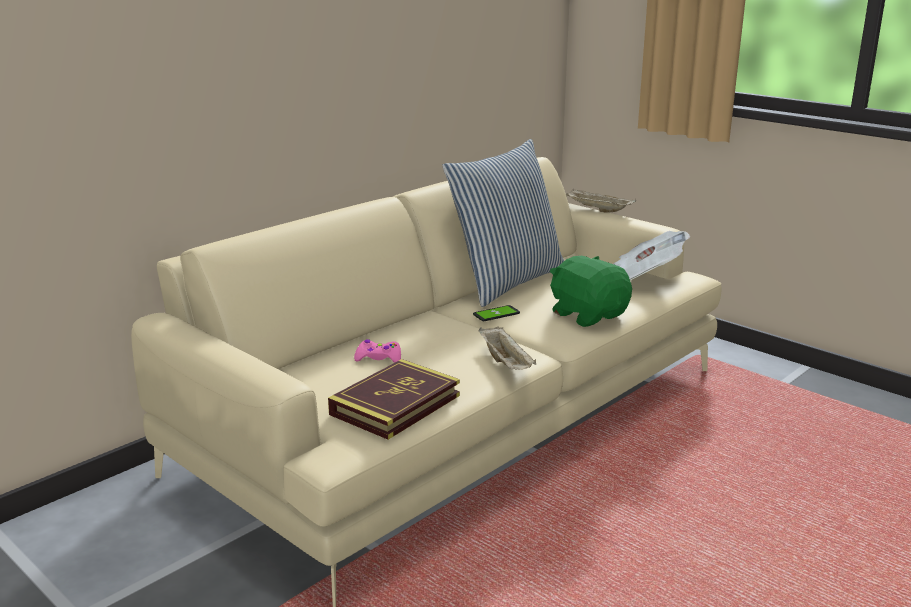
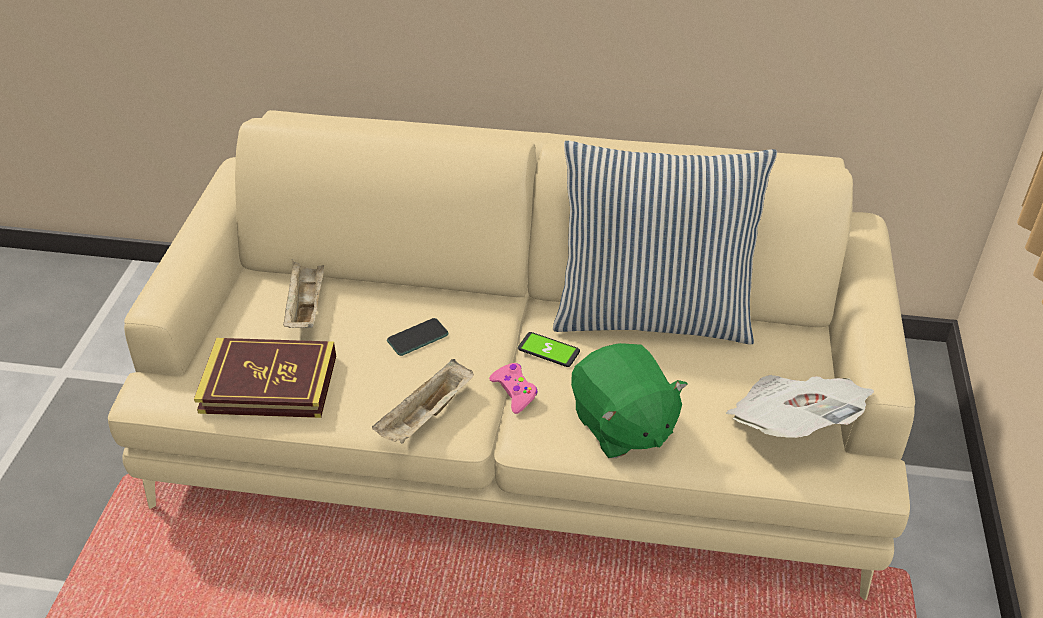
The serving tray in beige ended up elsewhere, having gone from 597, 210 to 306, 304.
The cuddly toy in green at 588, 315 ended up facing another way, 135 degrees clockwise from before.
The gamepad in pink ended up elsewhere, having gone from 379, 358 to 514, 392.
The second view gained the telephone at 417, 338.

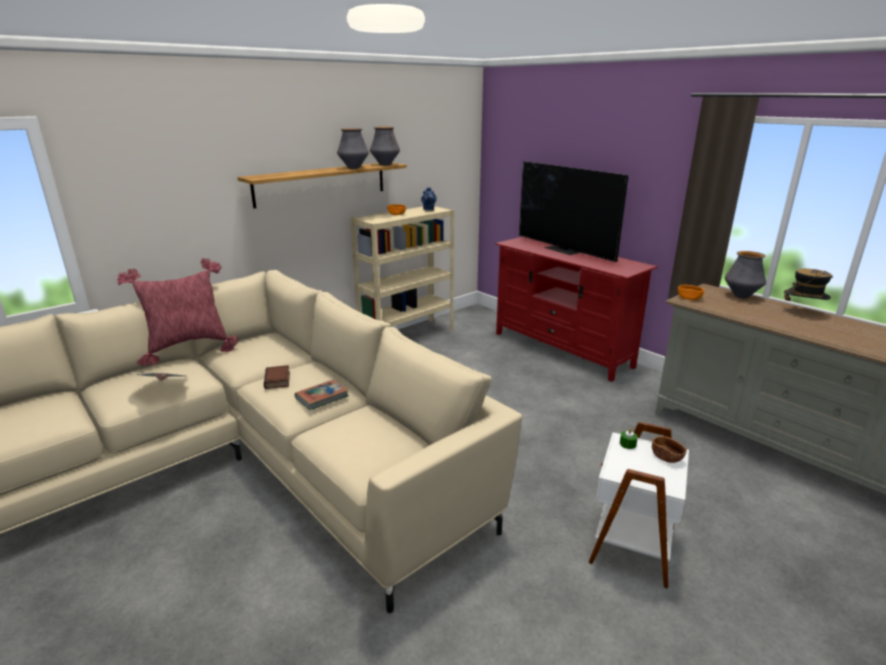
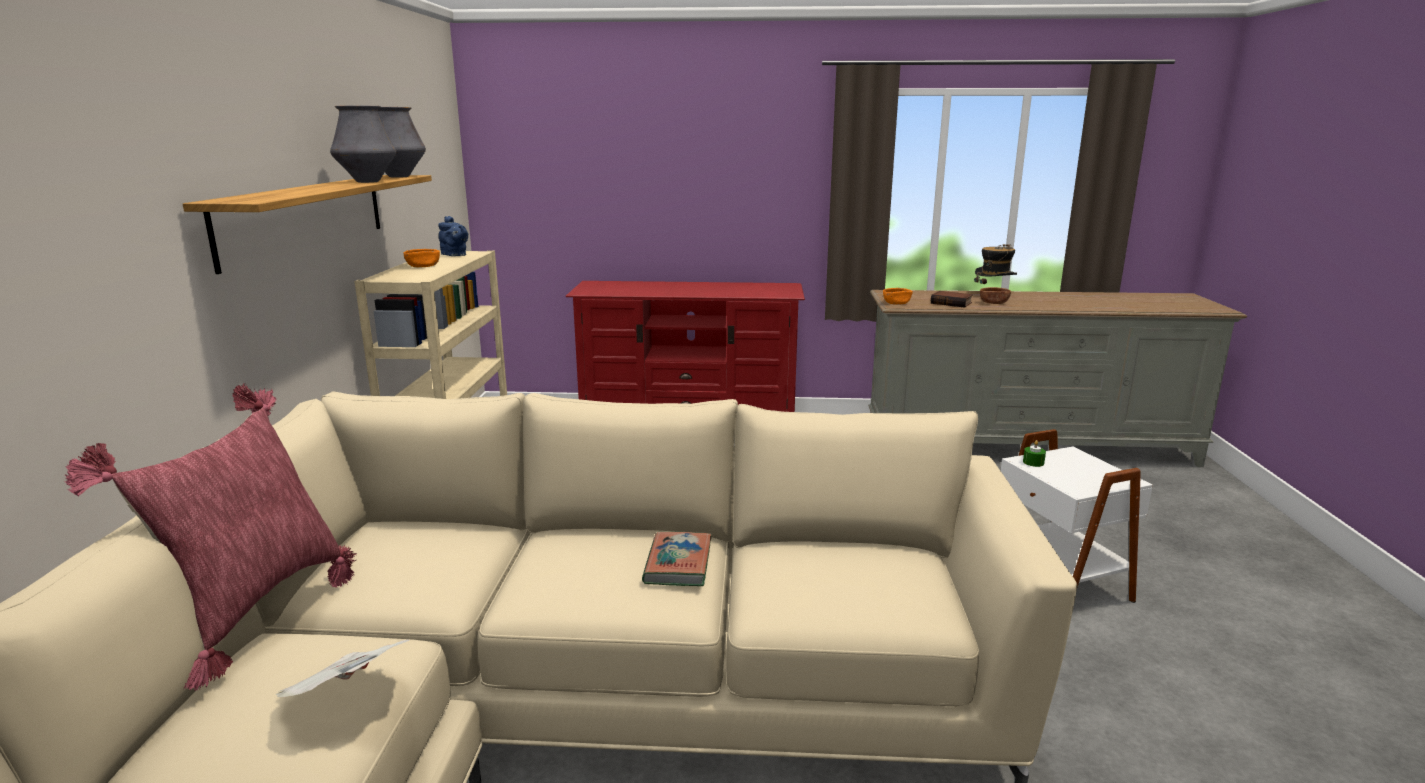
The second view lost the TV set at 563, 249.
The second view lost the decorative vase at 741, 296.
The book ended up elsewhere, having gone from 278, 380 to 952, 303.
The bowl in brown-coloured ended up elsewhere, having gone from 666, 457 to 994, 303.

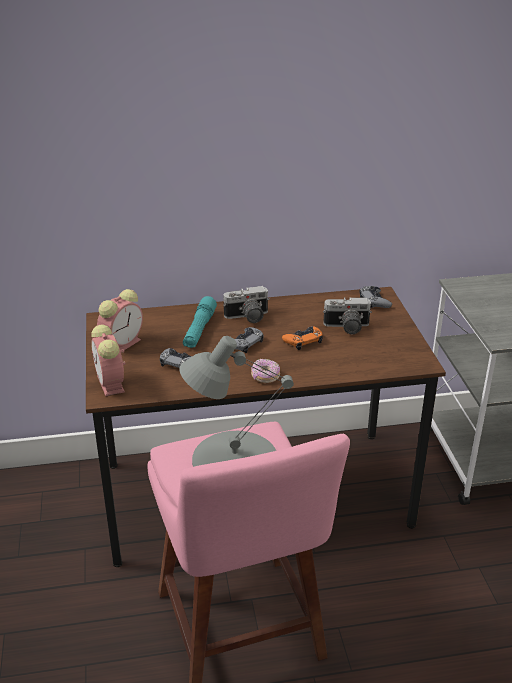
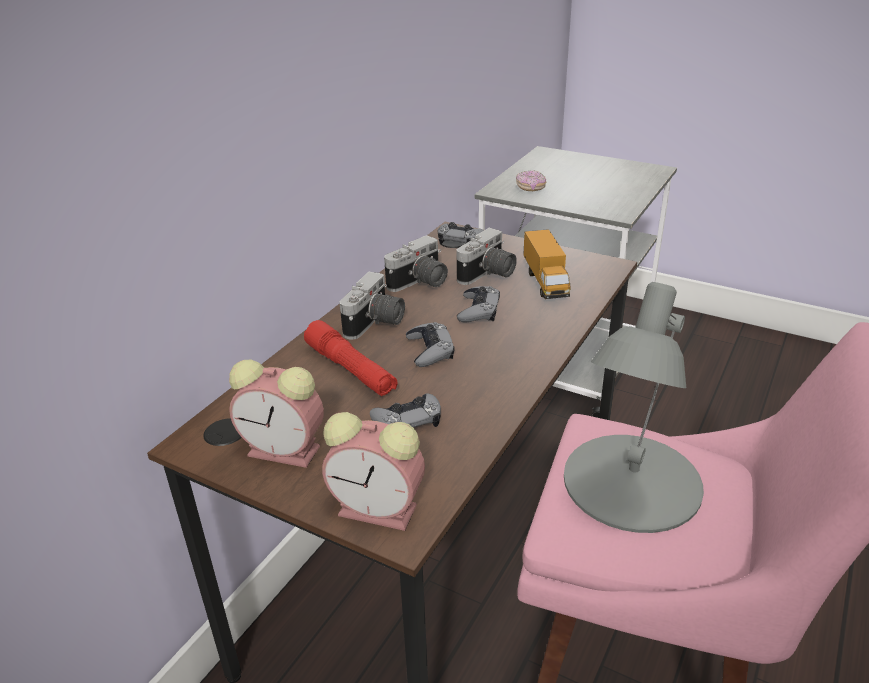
The alarm clock at 123, 343 ended up facing another way, 120 degrees clockwise from before.
What was the torch in turquoise at 199, 330 turned into the torch in red-coloured at 351, 370.
What was the gamepad in orange at 303, 341 turned into the gamepad in greyish at 478, 310.
The donut ended up elsewhere, having gone from 265, 376 to 530, 188.
The second view gained the toy lorry at 545, 282.
The second view gained the still camera at 420, 283.

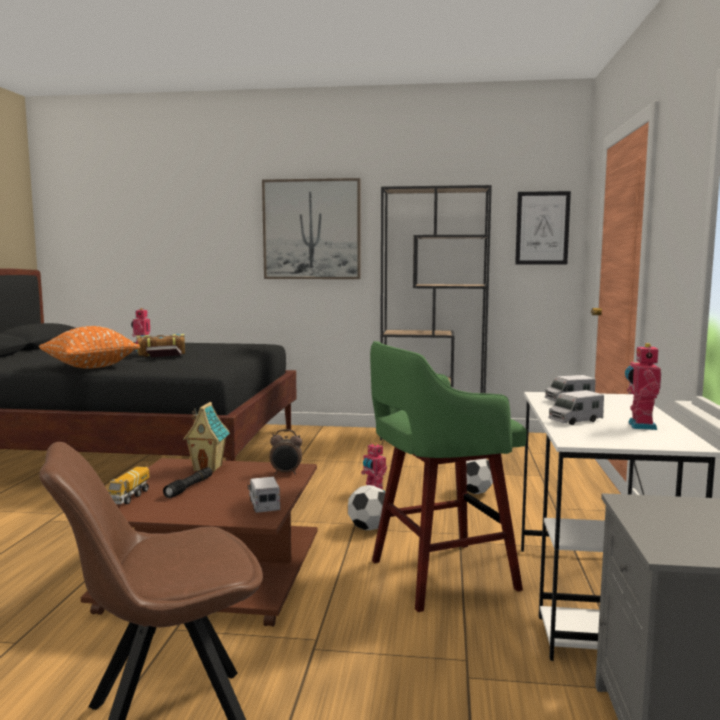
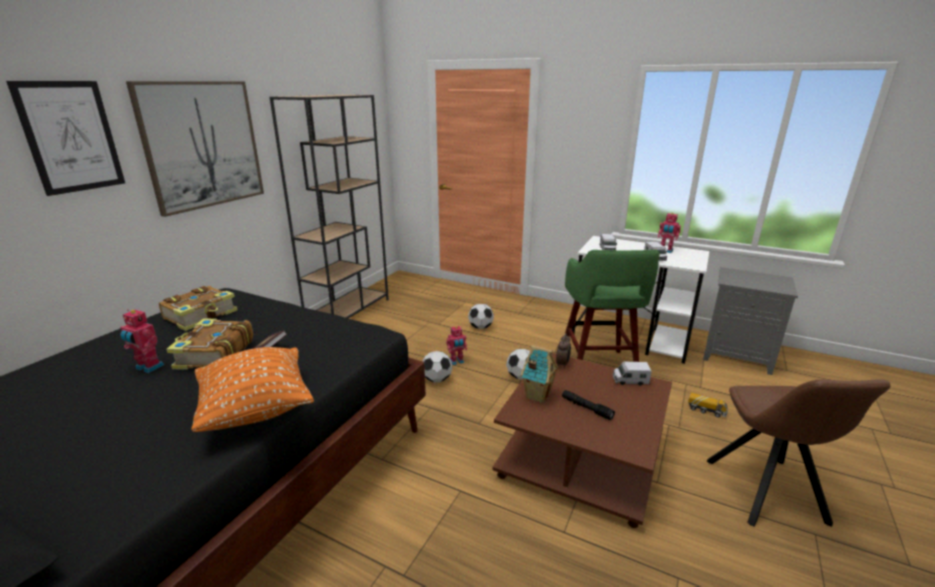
The wall picture ended up elsewhere, having gone from 542, 228 to 71, 137.
The toy lorry ended up elsewhere, having gone from 129, 497 to 706, 411.
The second view gained the book at 201, 315.
The second view gained the football at 437, 379.

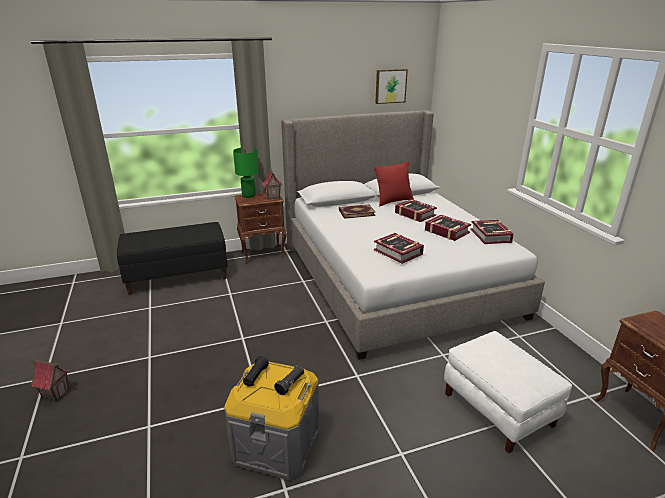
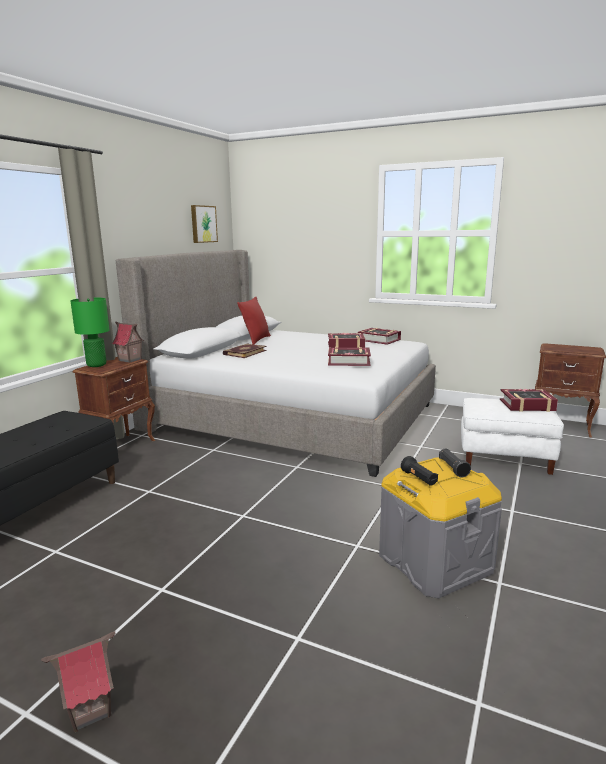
The book ended up elsewhere, having gone from 415, 214 to 527, 405.

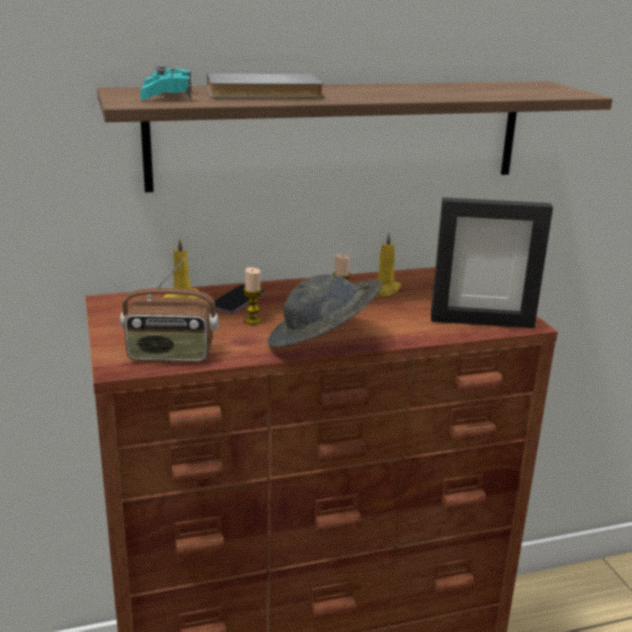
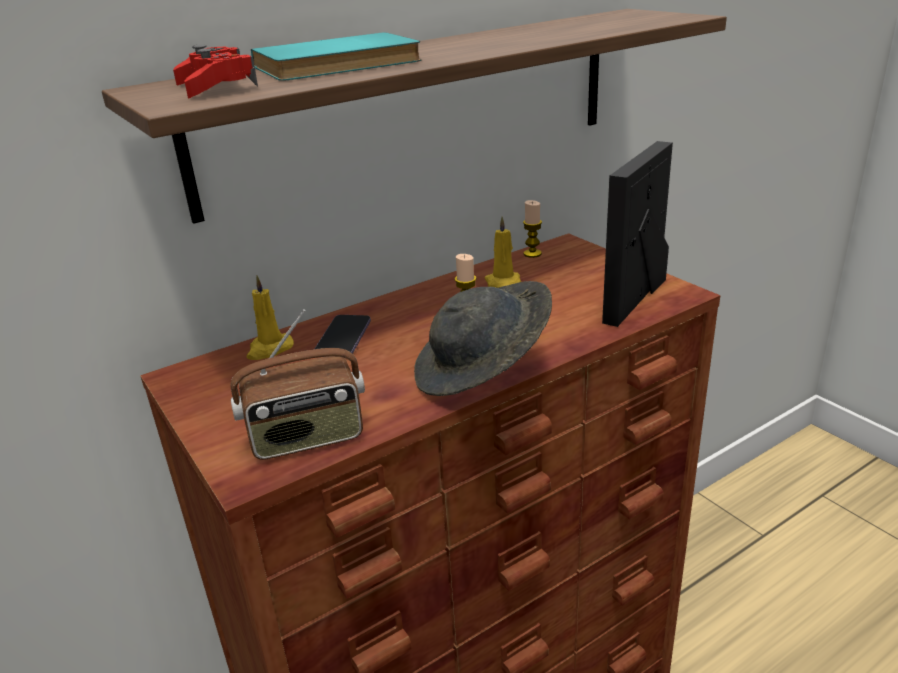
What was the gamepad in turquoise at 167, 95 turned into the gamepad in red-coloured at 216, 86.
What was the book in greyish at 264, 93 turned into the book in turquoise at 339, 64.
The picture frame at 481, 321 ended up facing another way, 135 degrees clockwise from before.
The candle ended up elsewhere, having gone from 252, 320 to 532, 254.

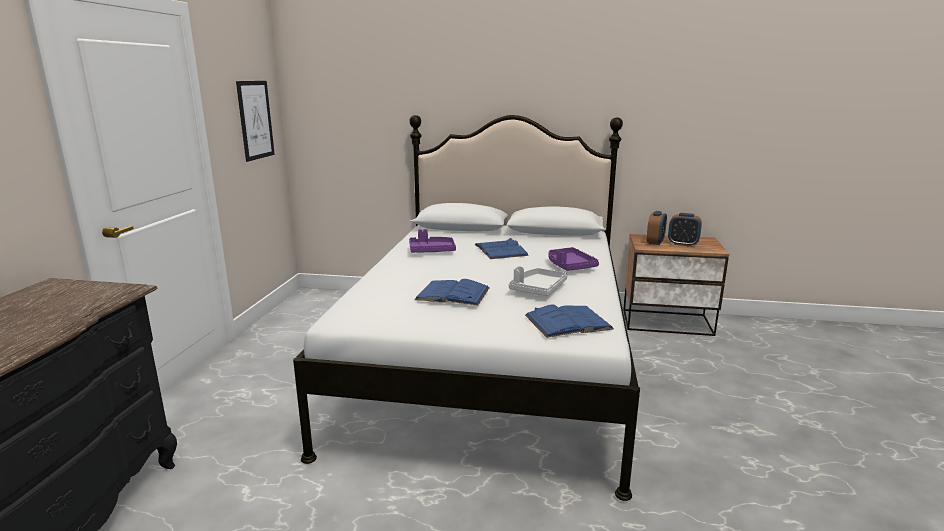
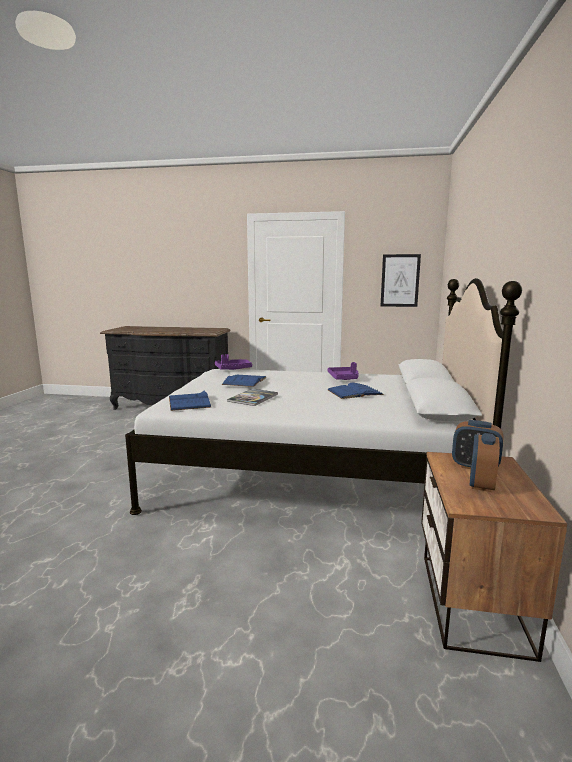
The serving tray in purplish ended up elsewhere, having gone from 569, 266 to 233, 369.
Where the serving tray in greyish stood at 538, 289, the book came to stand at 253, 398.

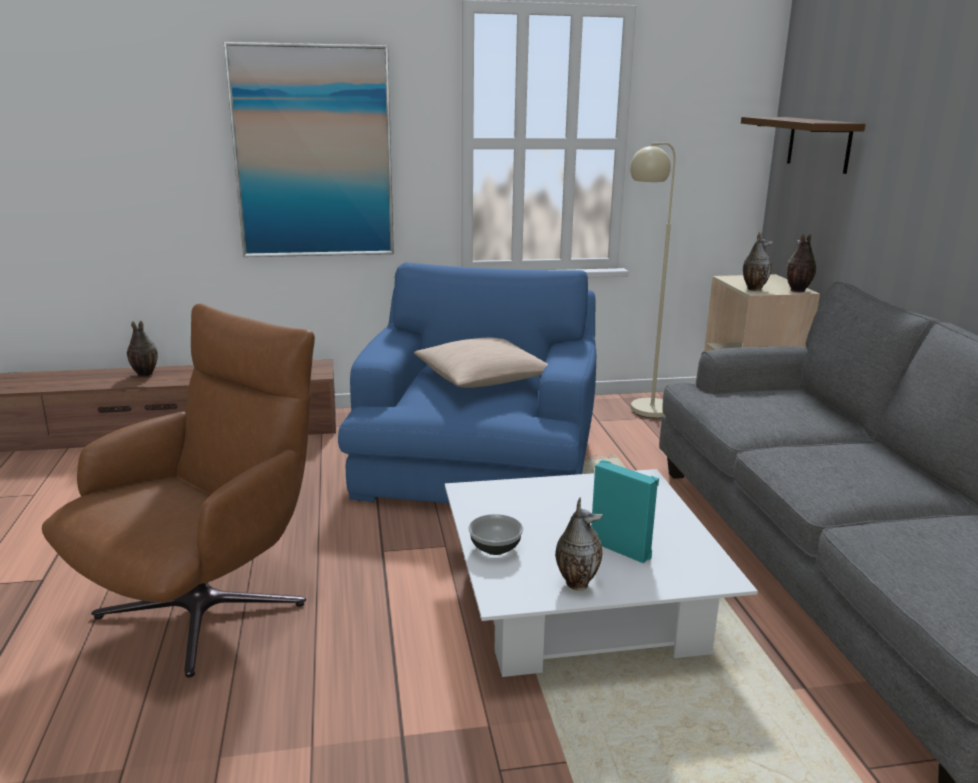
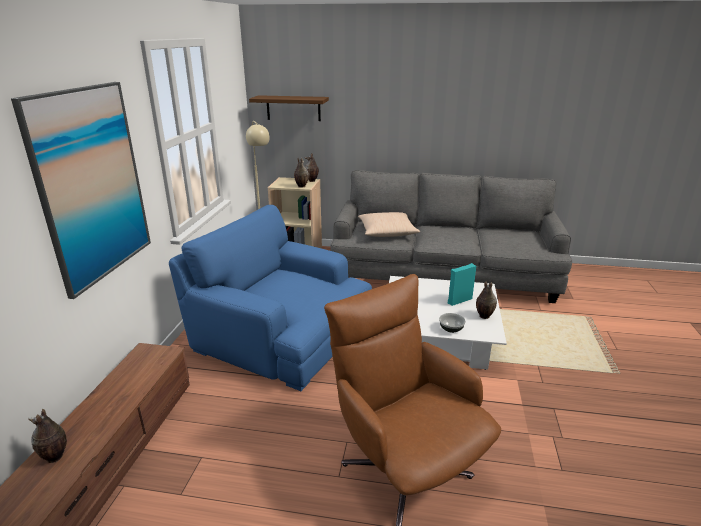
The pillow in beige ended up elsewhere, having gone from 482, 379 to 387, 232.

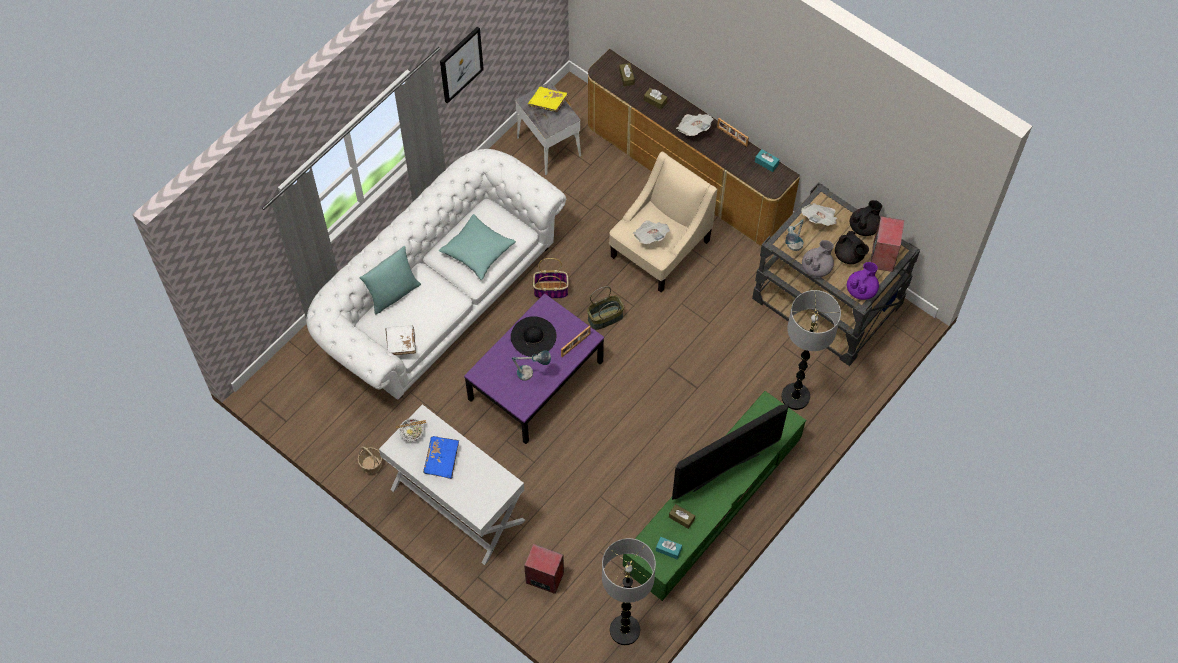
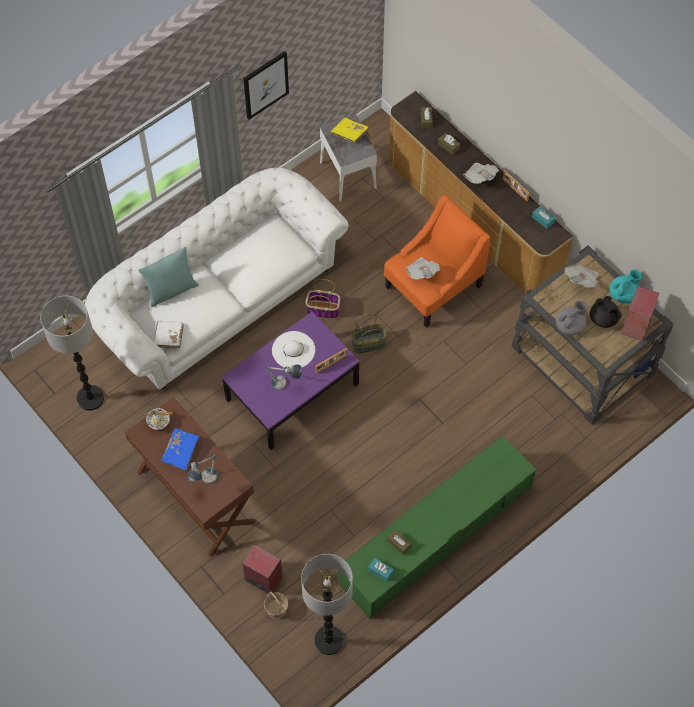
What was the lounge chair in beige at 660, 250 turned into the lounge chair in orange at 433, 287.
What was the teapot in blackish at 864, 227 turned into the teapot in turquoise at 623, 294.
The second view lost the pillow in turquoise at 477, 251.
The table lamp ended up elsewhere, having gone from 792, 250 to 205, 482.
The second view lost the teapot in purplish at 861, 289.
The floor lamp ended up elsewhere, having gone from 795, 396 to 90, 398.
What was the wearable hat in blackish at 533, 336 turned into the wearable hat in white at 293, 350.
What was the narrow table in white at 457, 505 turned into the narrow table in brown-coloured at 195, 496.
The second view lost the TV set at 725, 471.
The storage basket ended up elsewhere, having gone from 371, 464 to 276, 609.

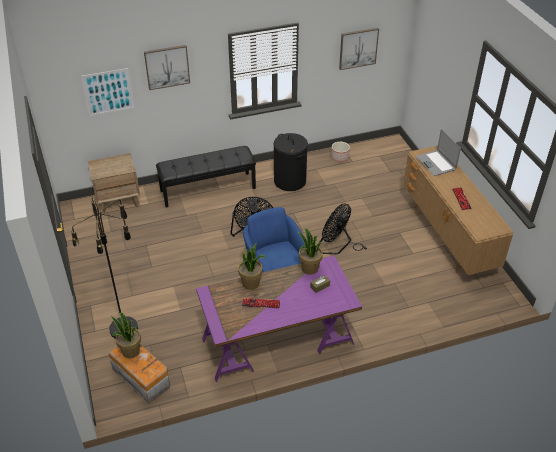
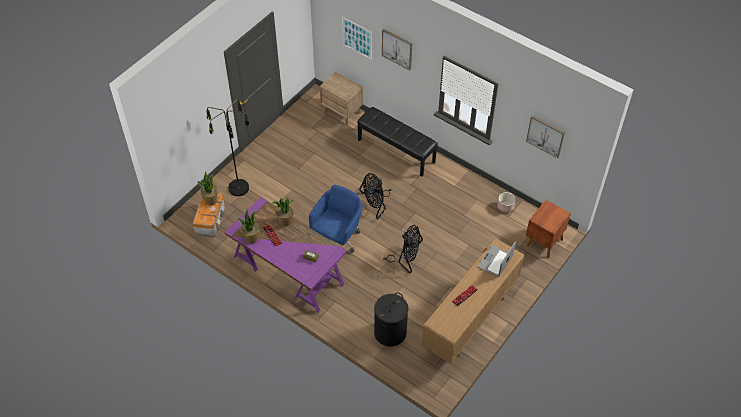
The hamper in blackish ended up elsewhere, having gone from 290, 181 to 390, 332.
The cooling fan in blackish at 340, 244 ended up facing another way, 105 degrees clockwise from before.
The houseplant ended up elsewhere, having gone from 309, 268 to 251, 238.
The second view gained the nightstand in brown-coloured at 543, 242.

